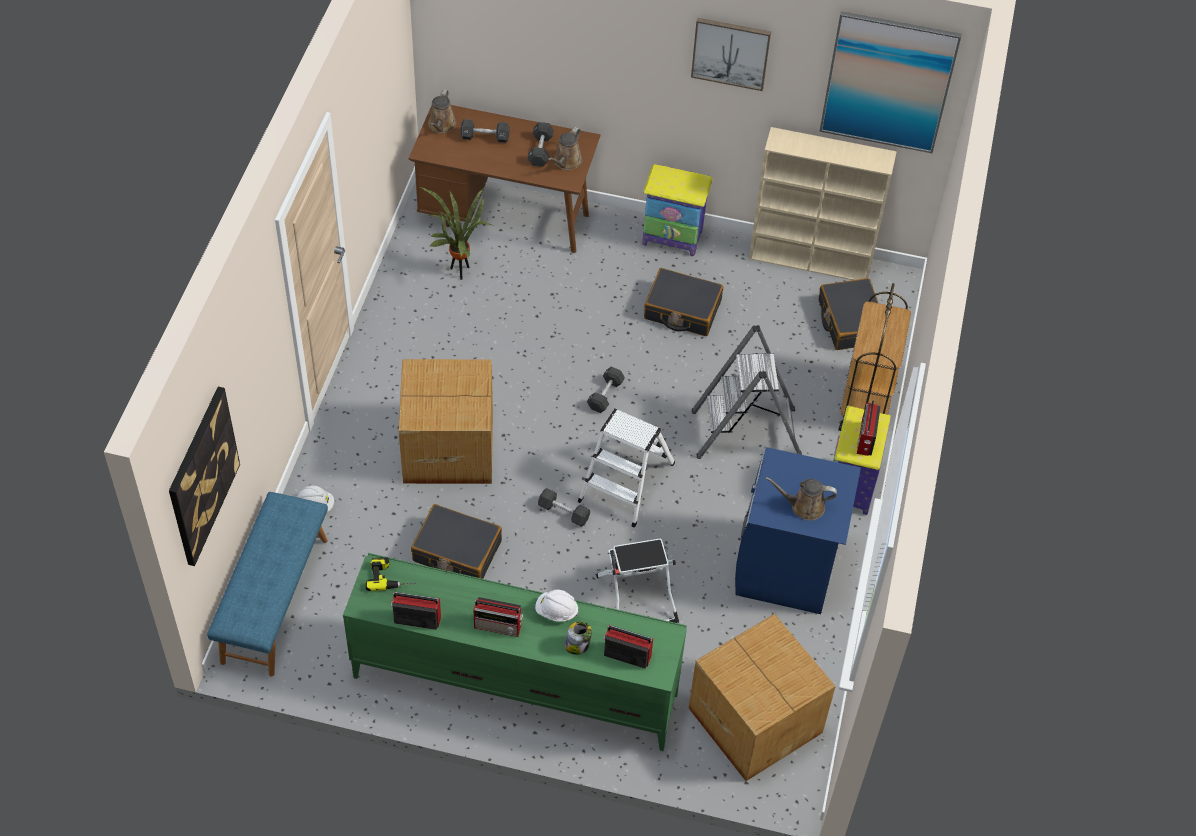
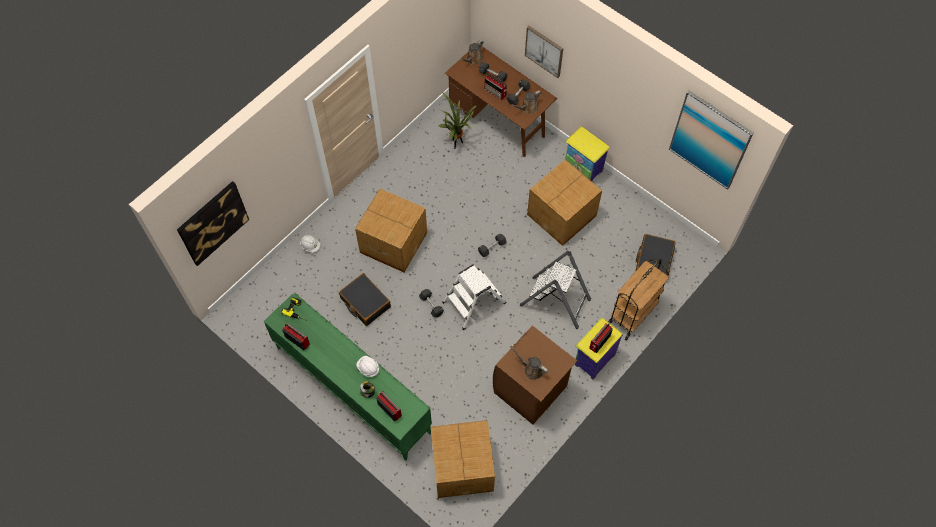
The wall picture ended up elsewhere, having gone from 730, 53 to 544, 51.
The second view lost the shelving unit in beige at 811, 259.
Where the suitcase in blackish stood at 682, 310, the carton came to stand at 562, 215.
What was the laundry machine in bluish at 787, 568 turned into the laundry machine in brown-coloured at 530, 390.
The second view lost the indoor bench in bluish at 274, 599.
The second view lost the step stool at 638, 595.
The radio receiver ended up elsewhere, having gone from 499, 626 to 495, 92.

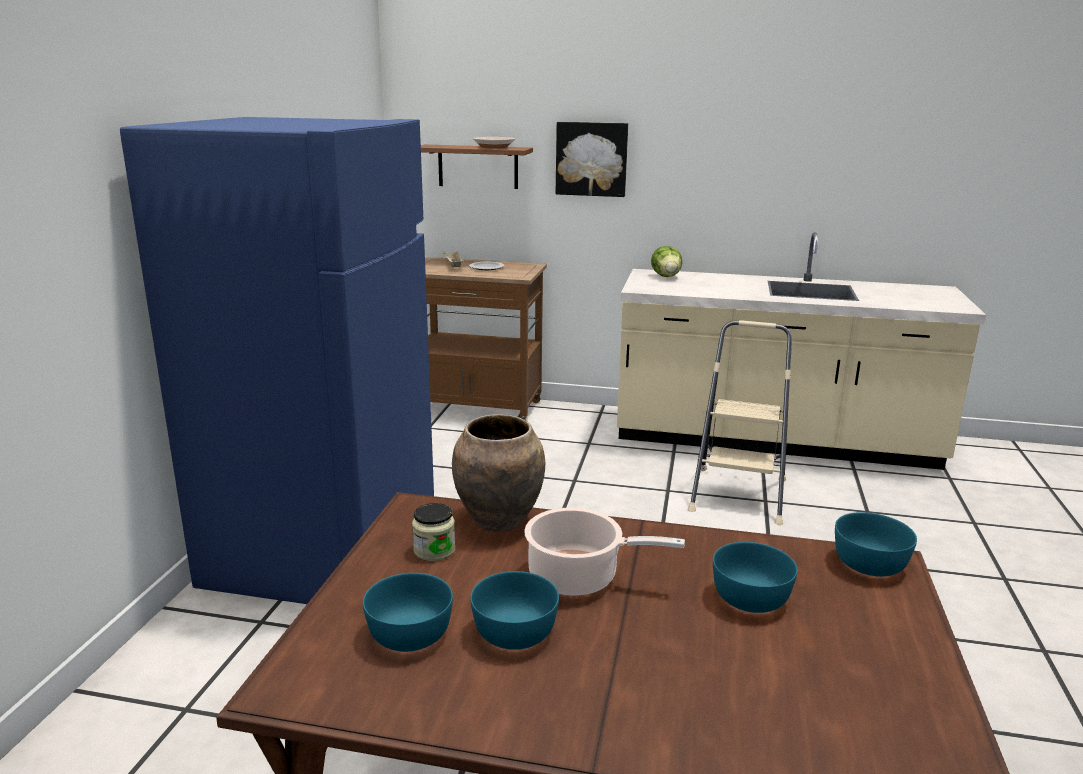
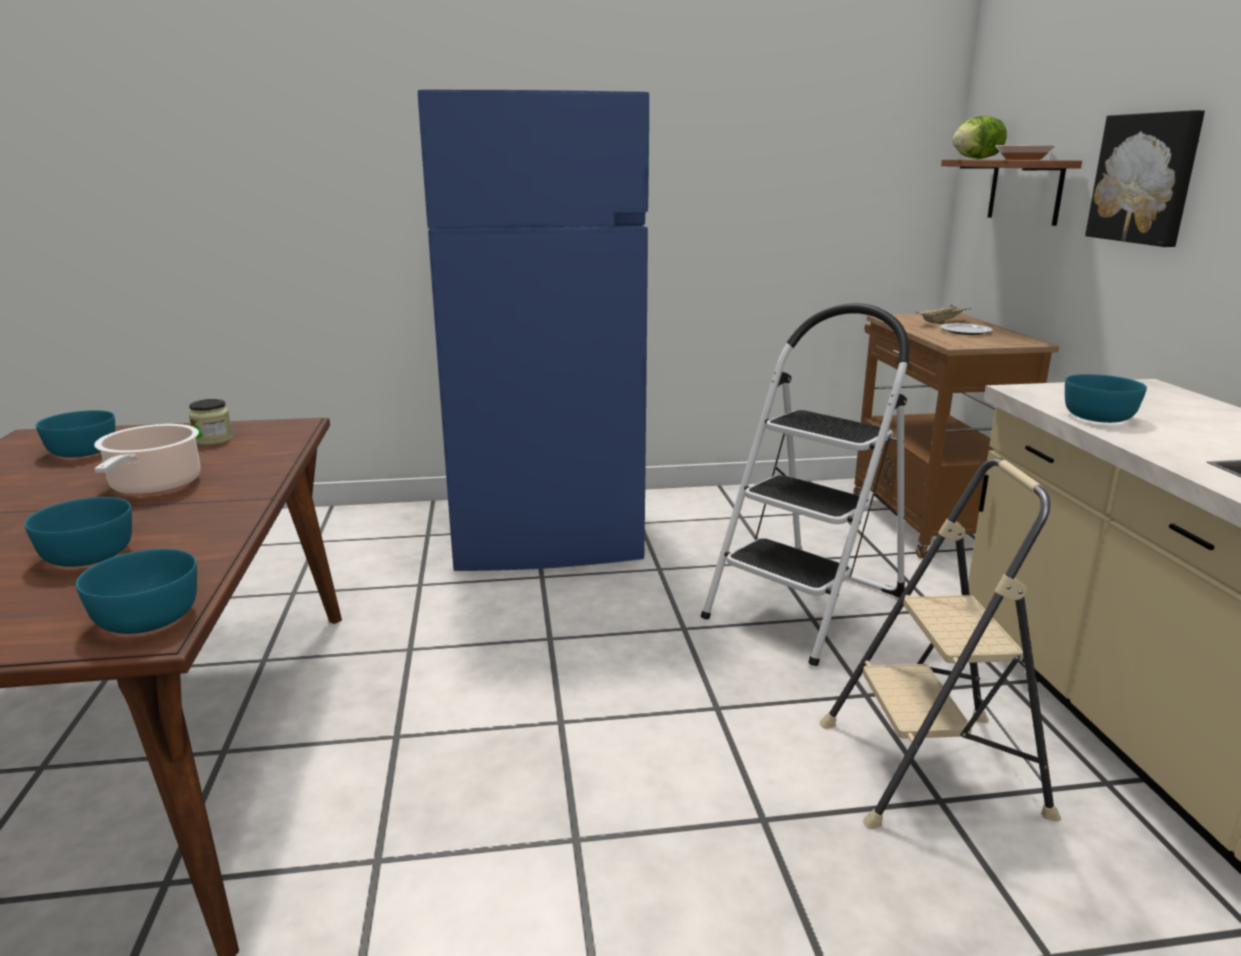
The head of lettuce ended up elsewhere, having gone from 666, 276 to 976, 159.
The second view lost the decorative vase in brown-coloured at 499, 521.
The bowl in turquoise ended up elsewhere, having gone from 516, 632 to 1099, 417.
The second view gained the step stool at 810, 606.

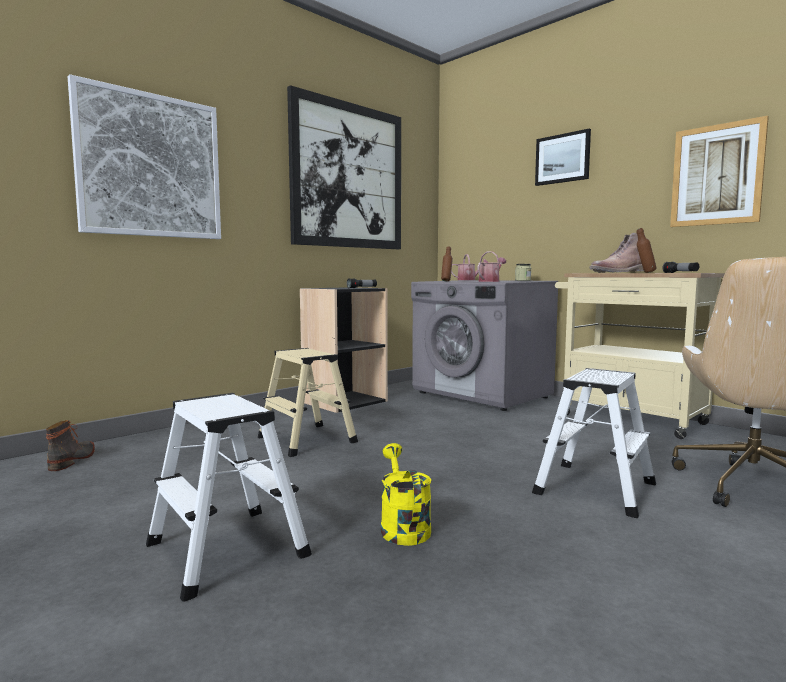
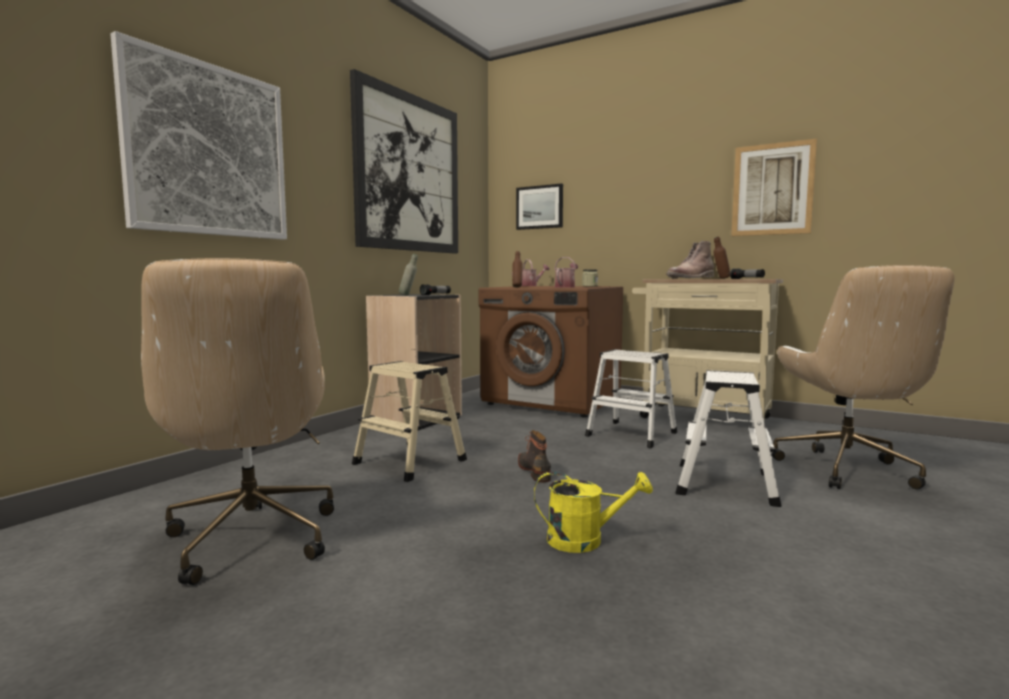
The wall picture ended up elsewhere, having gone from 562, 158 to 539, 207.
What was the laundry machine in greyish at 481, 396 turned into the laundry machine in brown-coloured at 551, 403.
The step stool in white ended up elsewhere, having gone from 227, 550 to 632, 434.
The tall boot ended up elsewhere, having gone from 73, 459 to 535, 471.
The sprinkling can in yellowish at 402, 527 ended up facing another way, 120 degrees clockwise from before.
The second view gained the bottle in greyish at 408, 295.
The second view gained the office chair in white at 251, 542.

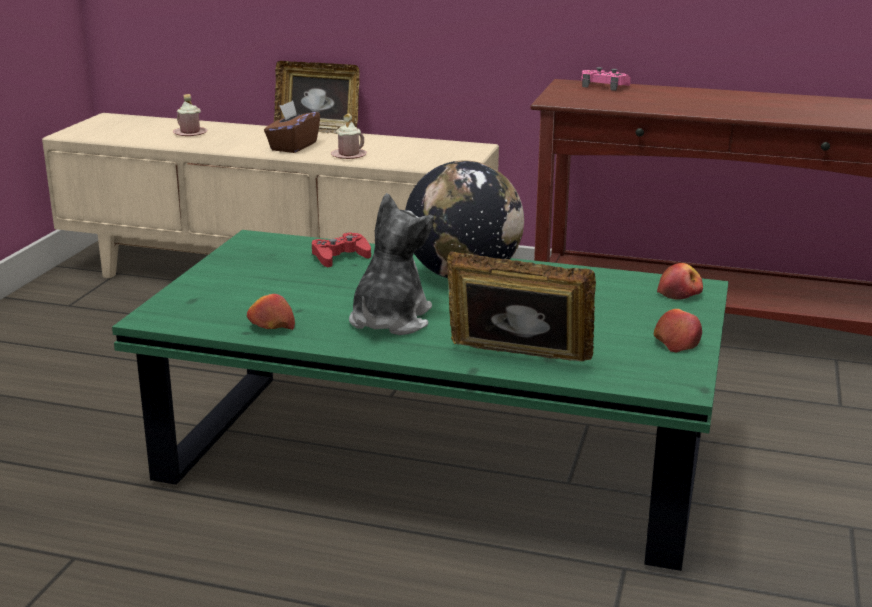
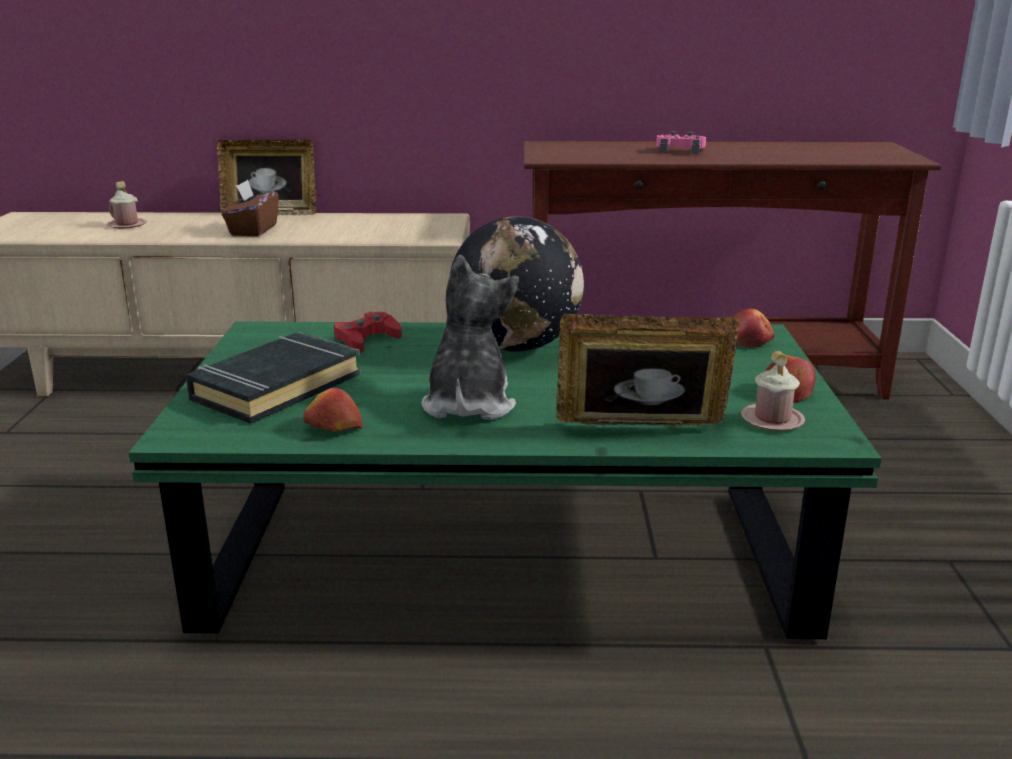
The gamepad in pink ended up elsewhere, having gone from 604, 86 to 680, 151.
The coffee mug in pink ended up elsewhere, having gone from 348, 155 to 772, 420.
The second view gained the book in blackish at 276, 387.

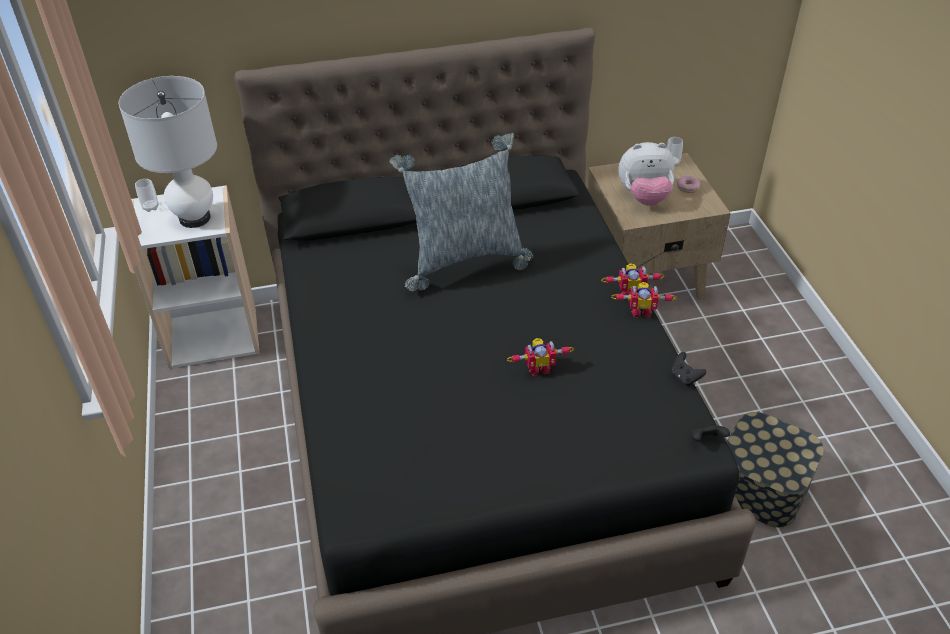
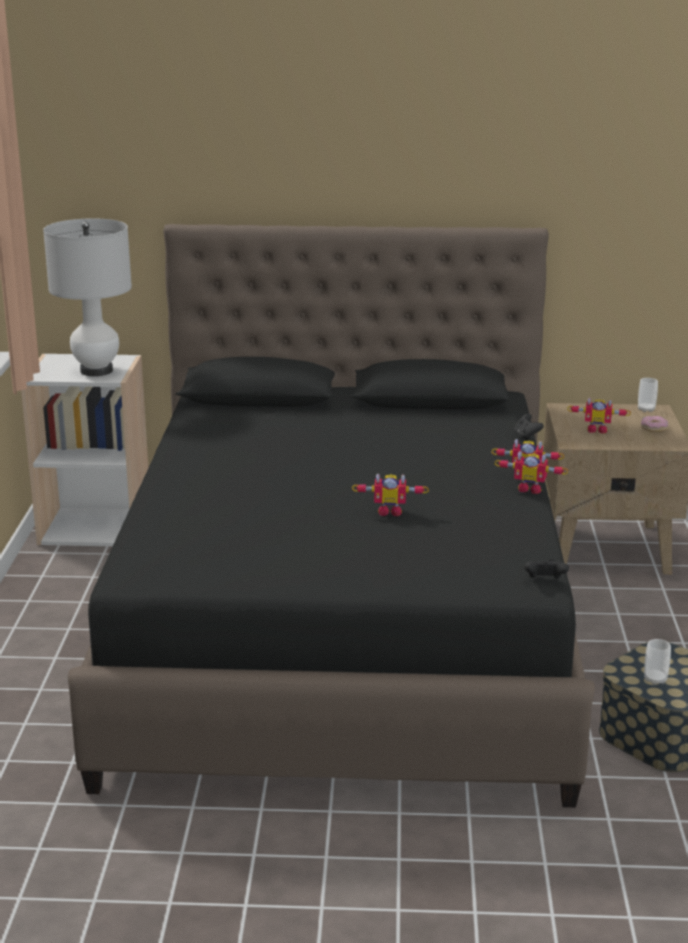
The second view lost the pillow at 463, 266.
Where the cuddly toy stood at 644, 197, the toy robot came to stand at 597, 429.
The small cup ended up elsewhere, having gone from 150, 207 to 655, 680.
The gamepad in blackish ended up elsewhere, having gone from 685, 377 to 526, 436.

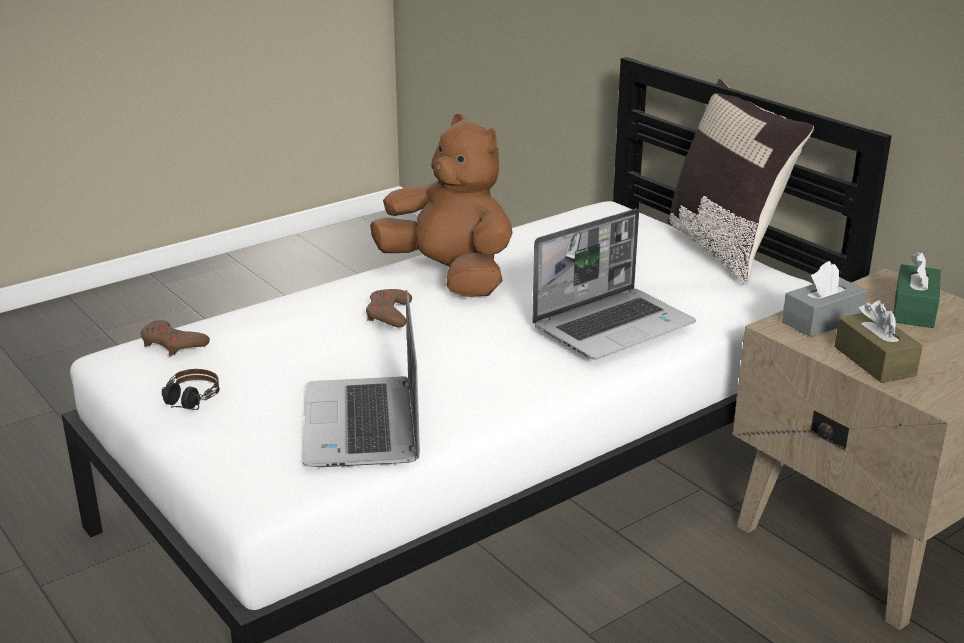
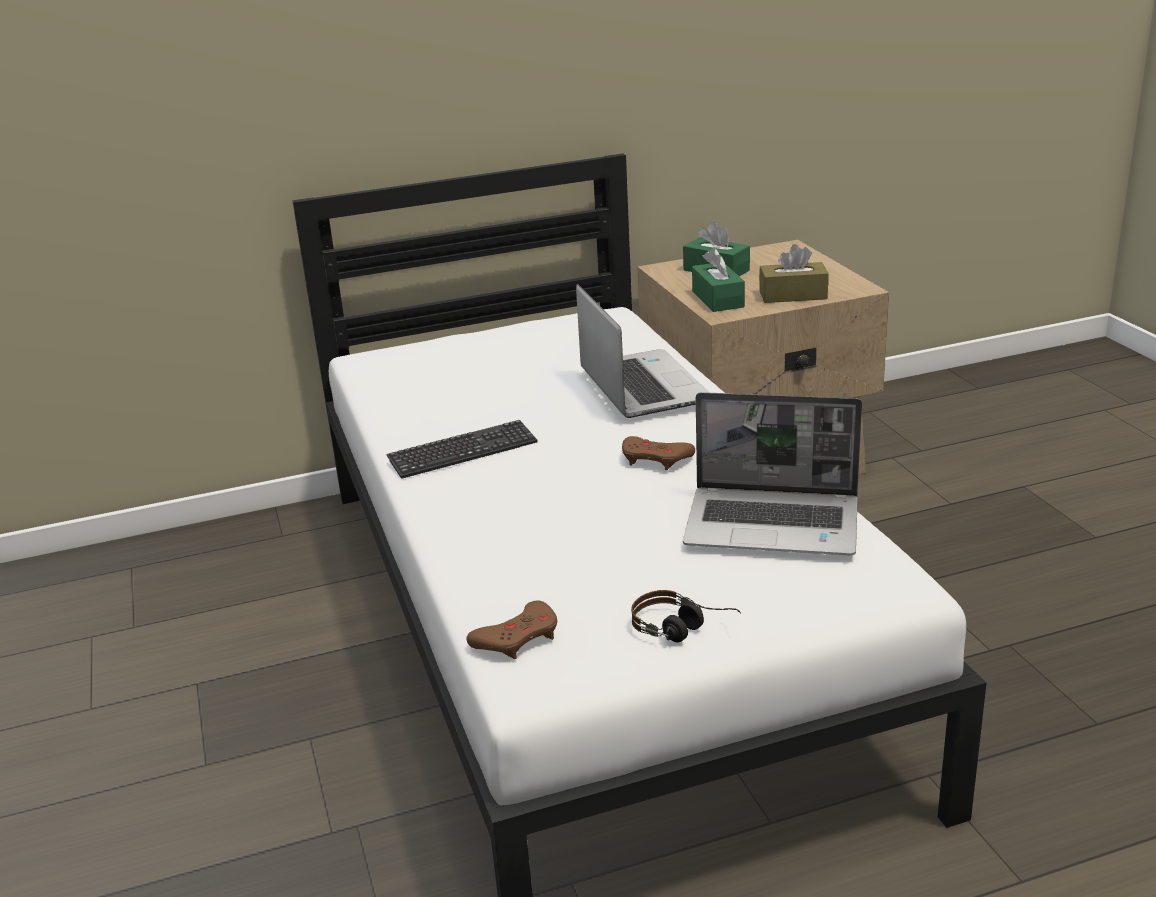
The second view lost the pillow at 725, 250.
Where the cuddly toy in brown-coloured stood at 450, 276, the computer keyboard came to stand at 463, 452.
What was the tissue box in greyish at 822, 320 turned into the tissue box in green at 718, 299.
The gamepad in brown-coloured ended up elsewhere, having gone from 389, 314 to 655, 458.

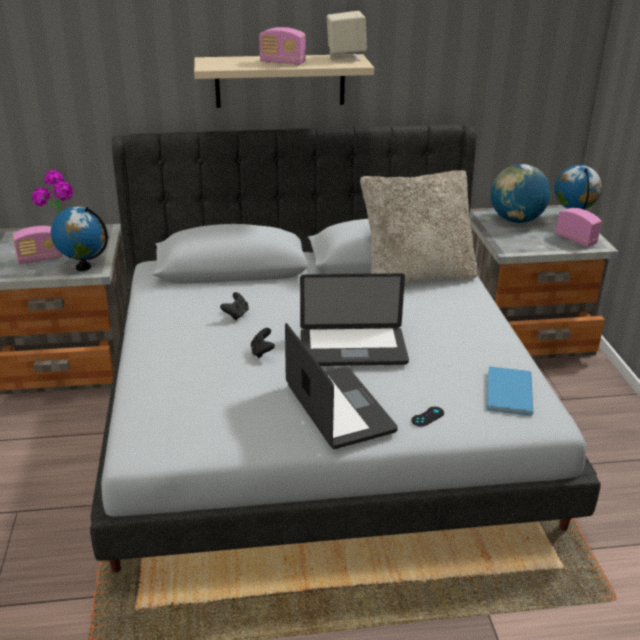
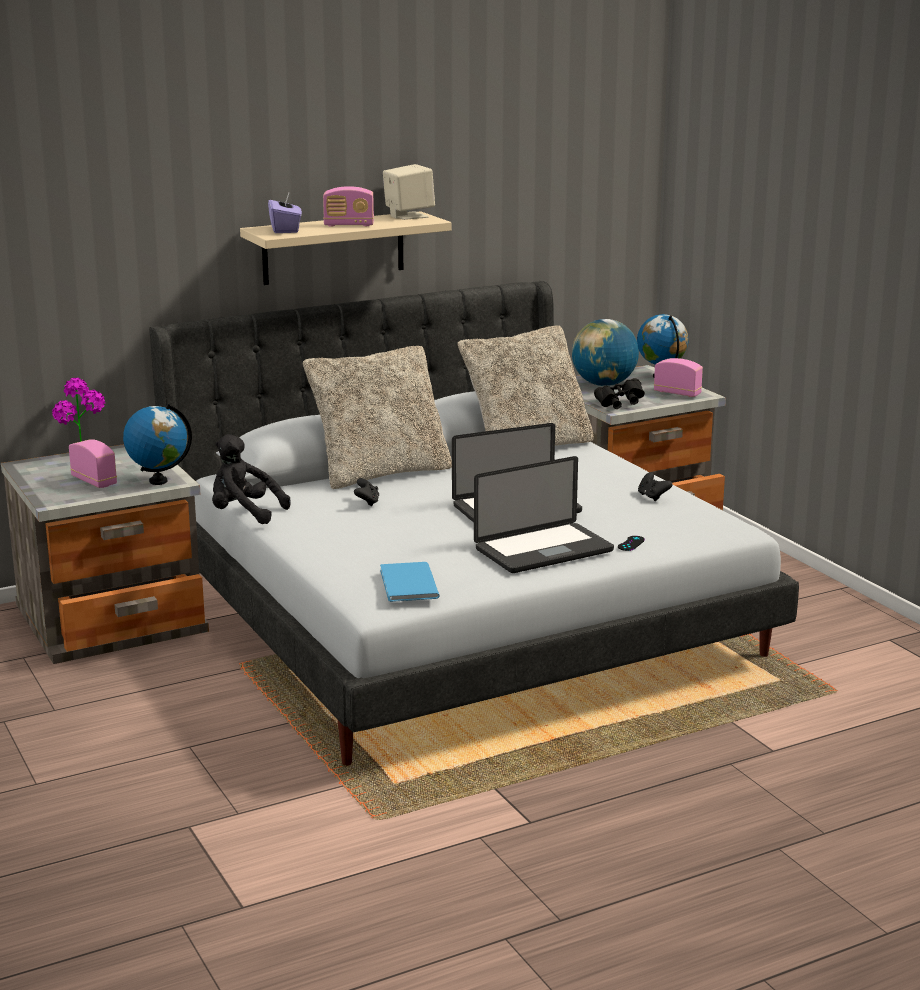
The radio receiver at 40, 259 ended up facing another way, 90 degrees counterclockwise from before.
The notebook computer at 339, 408 ended up facing another way, 105 degrees clockwise from before.
The gamepad in blackish ended up elsewhere, having gone from 262, 352 to 652, 497.
The book in bluish ended up elsewhere, having gone from 507, 393 to 406, 585.
The second view gained the tissue box in purplish at 285, 230.
The second view gained the pillow in beige at 381, 471.
The second view gained the binoculars in blackish at 620, 404.
The second view gained the cuddly toy in blackish at 244, 514.

